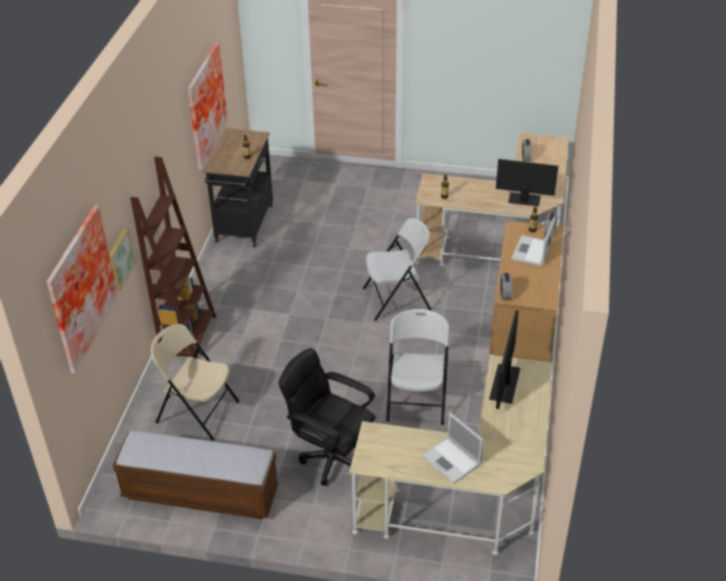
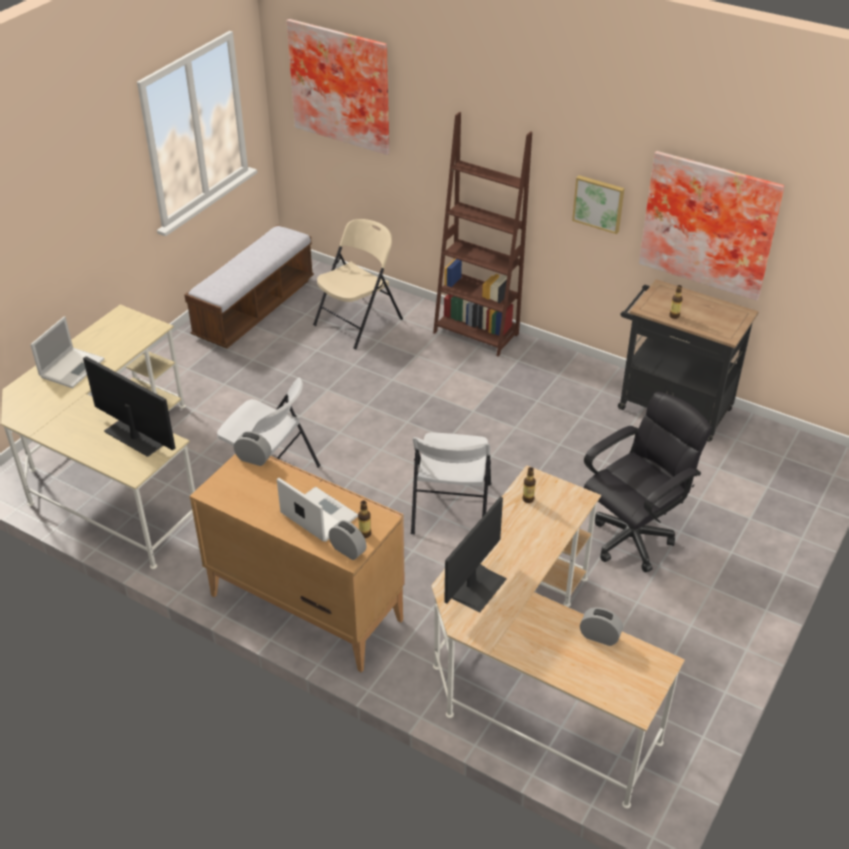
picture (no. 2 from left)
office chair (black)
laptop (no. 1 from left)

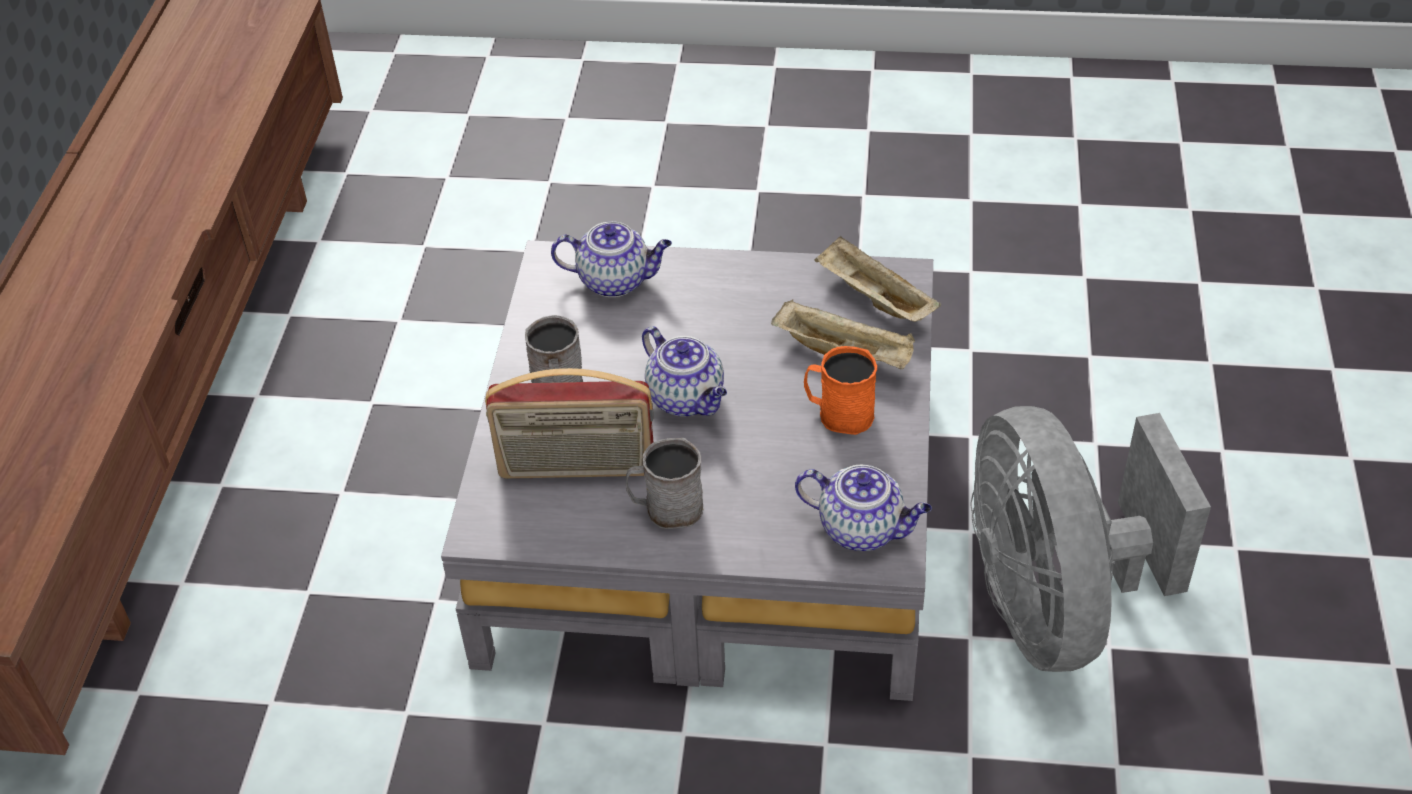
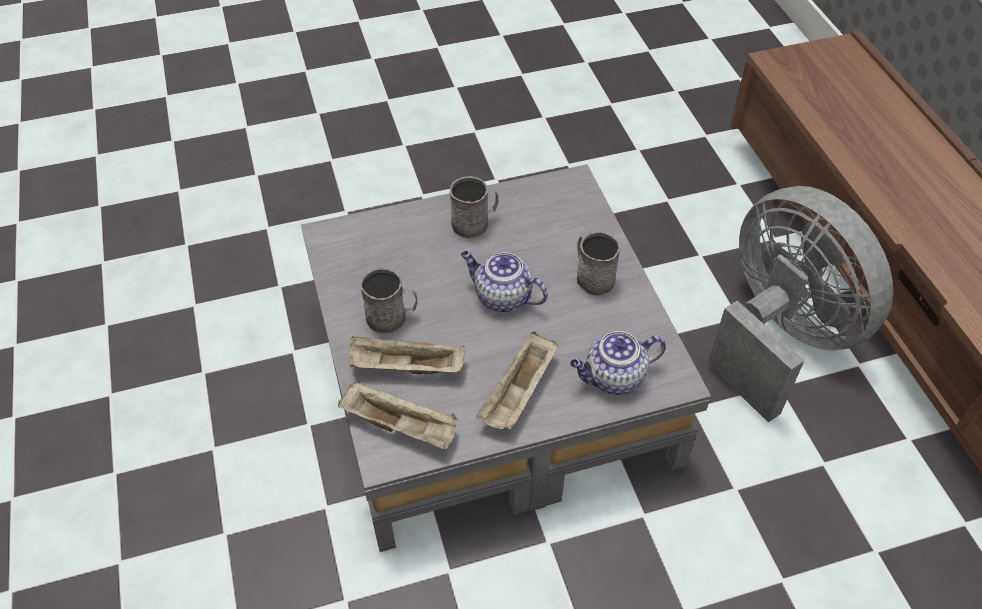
radio
teapot (no. 3 from left in the first image)
mug (grey) (no. 1 from left)
fan (grey)
tray (beige) (no. 3 from left)

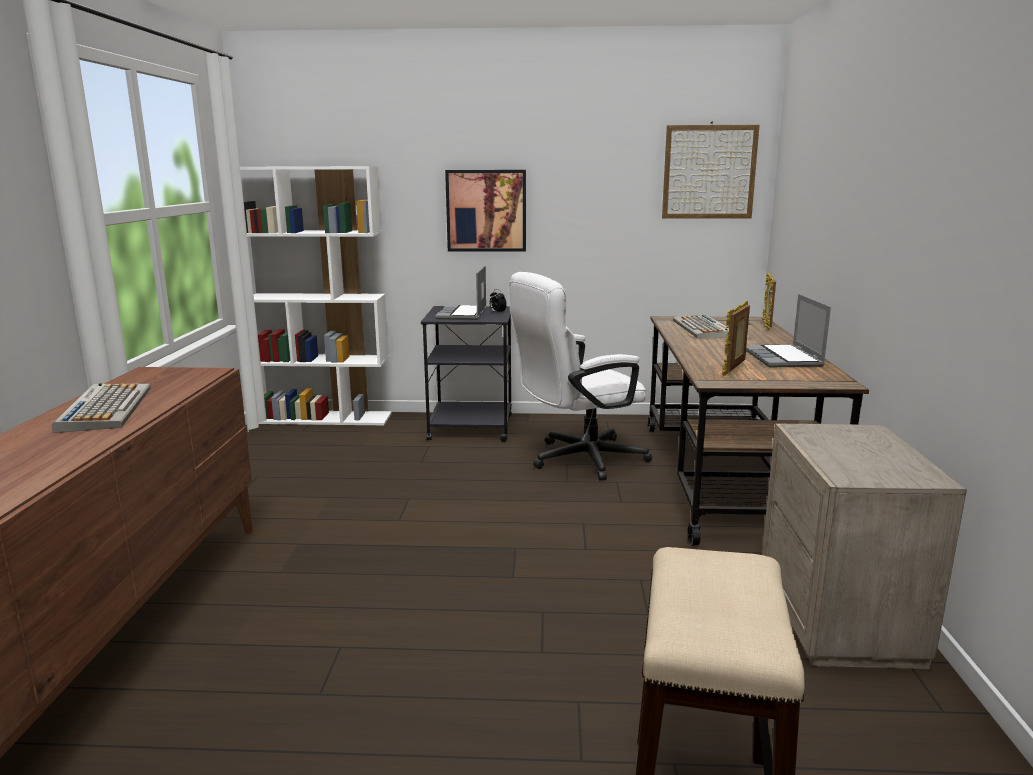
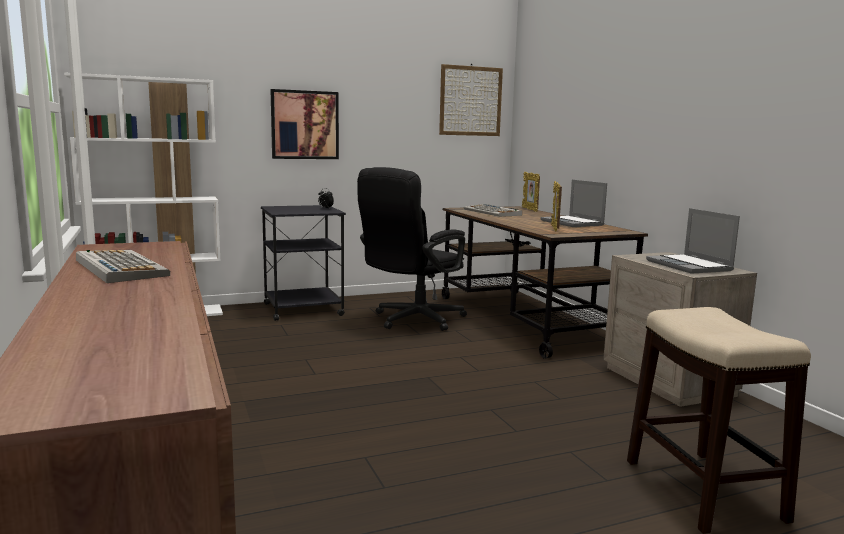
laptop (no. 2 from left)
office chair (black)

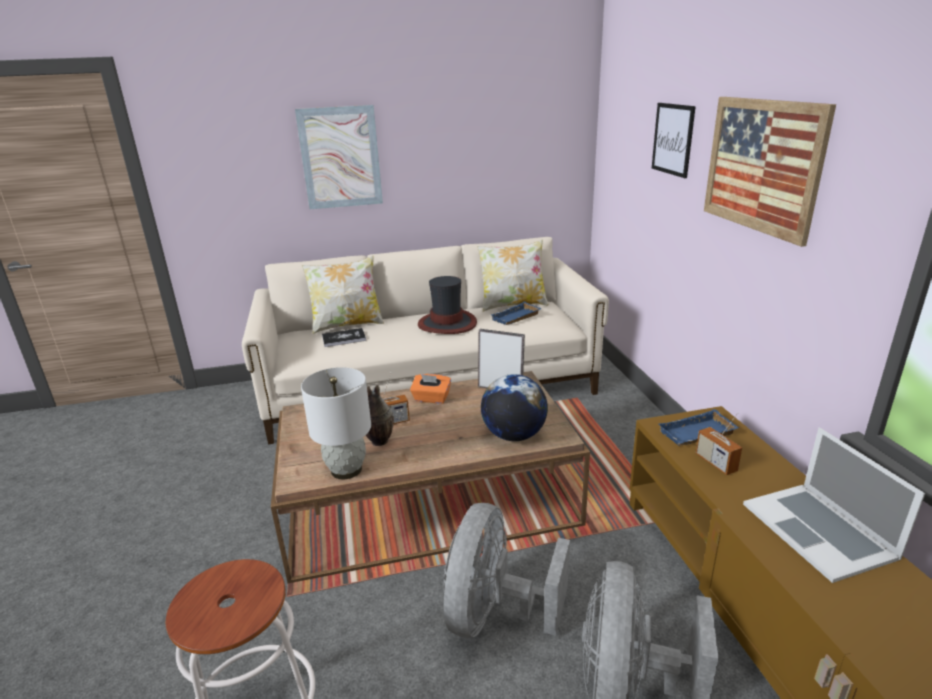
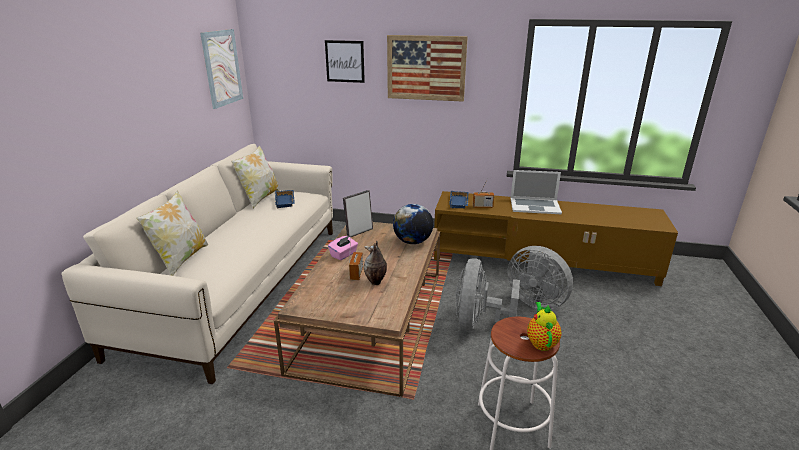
picture (no. 1 from left)
table lamp (white)
book
tissue box (pink)
hat
fan (grey) (no. 1 from left)
teapot

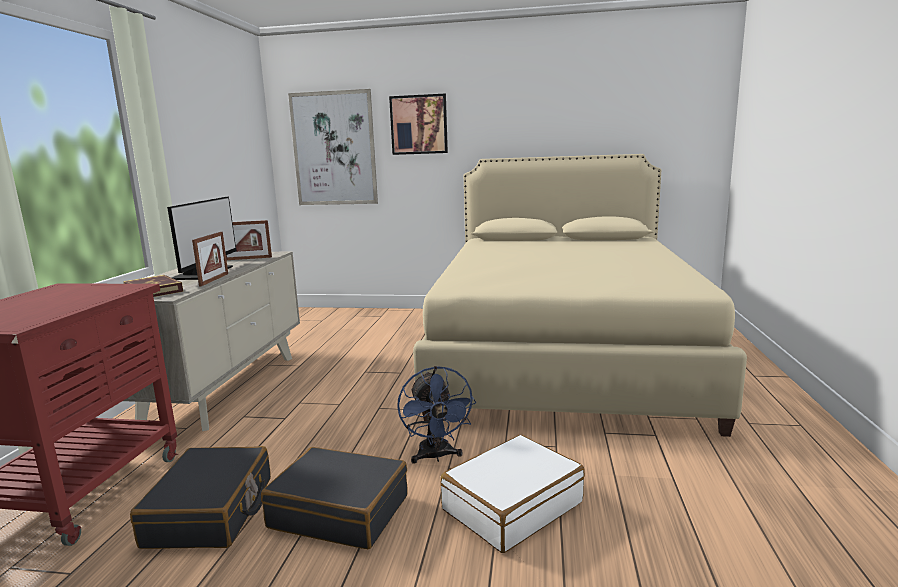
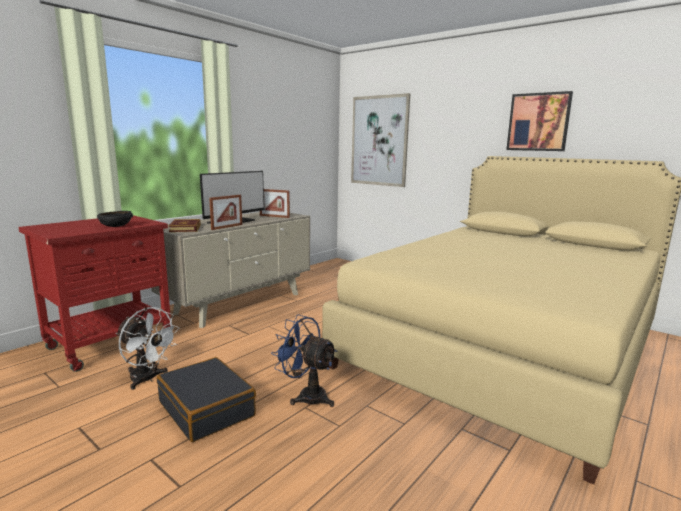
fan (white)
picture (no. 2 from left)
fan (blue)
suitcase (white)
bowl (black)

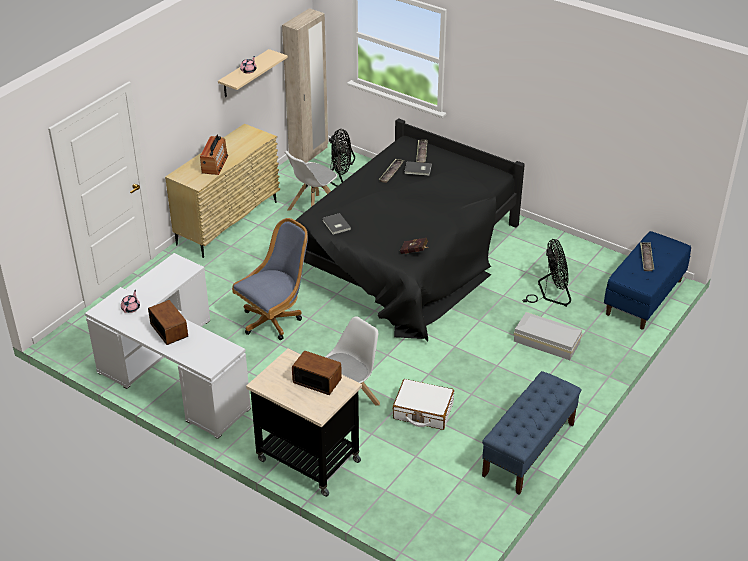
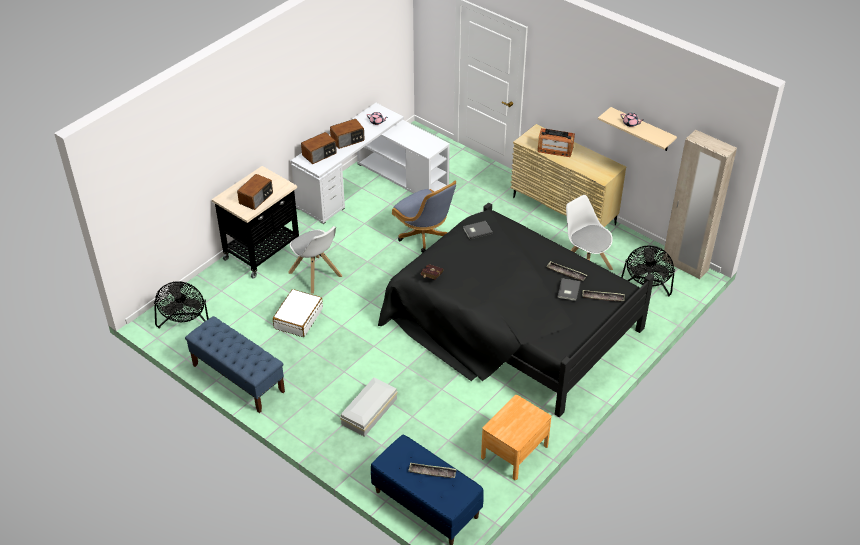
fan (black) (no. 1 from left)
radio (no. 2 from left)
nightstand (brown)

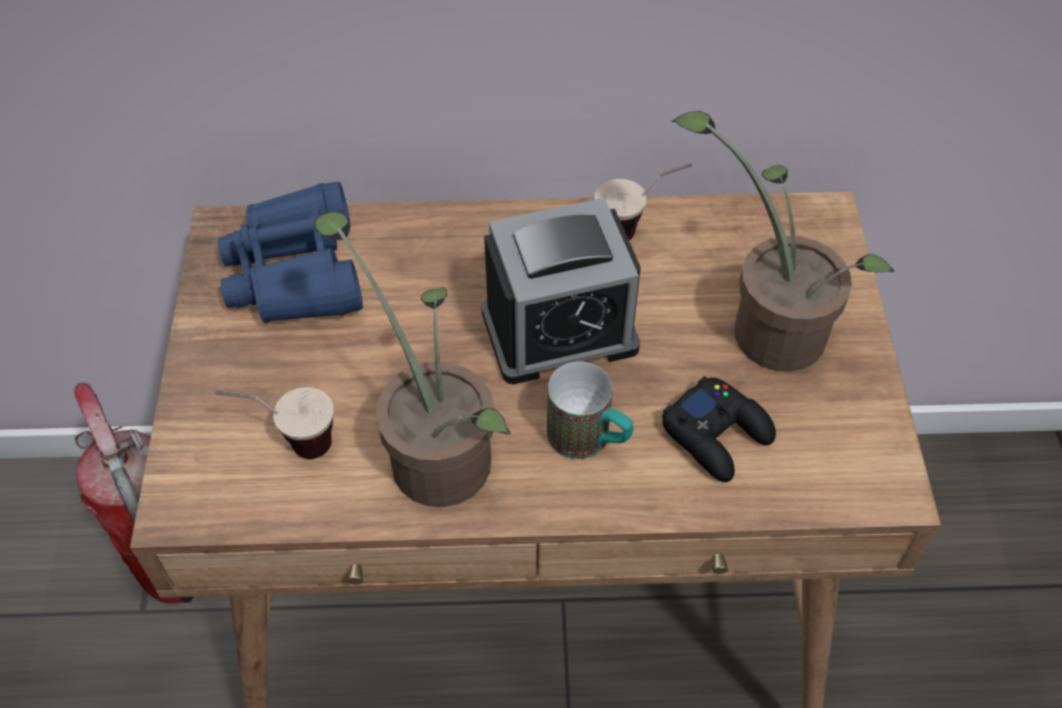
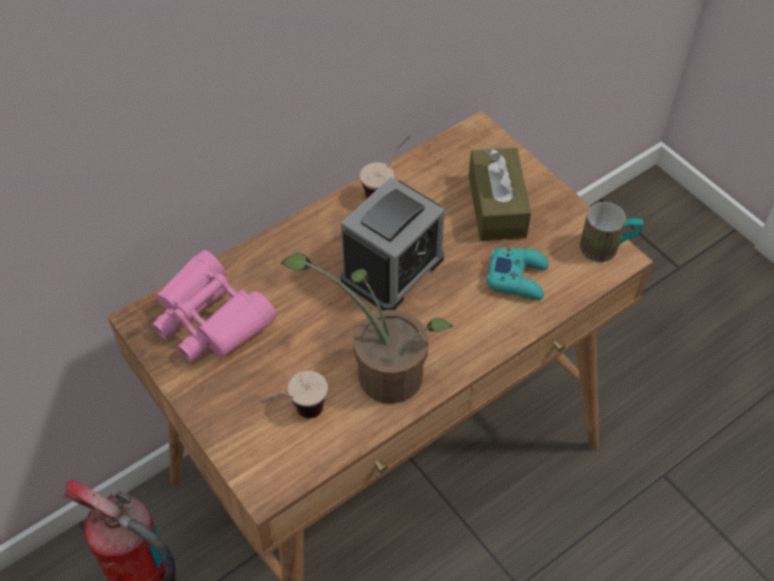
binoculars (pink)
mug
game controller (turquoise)
tissue box (brown)

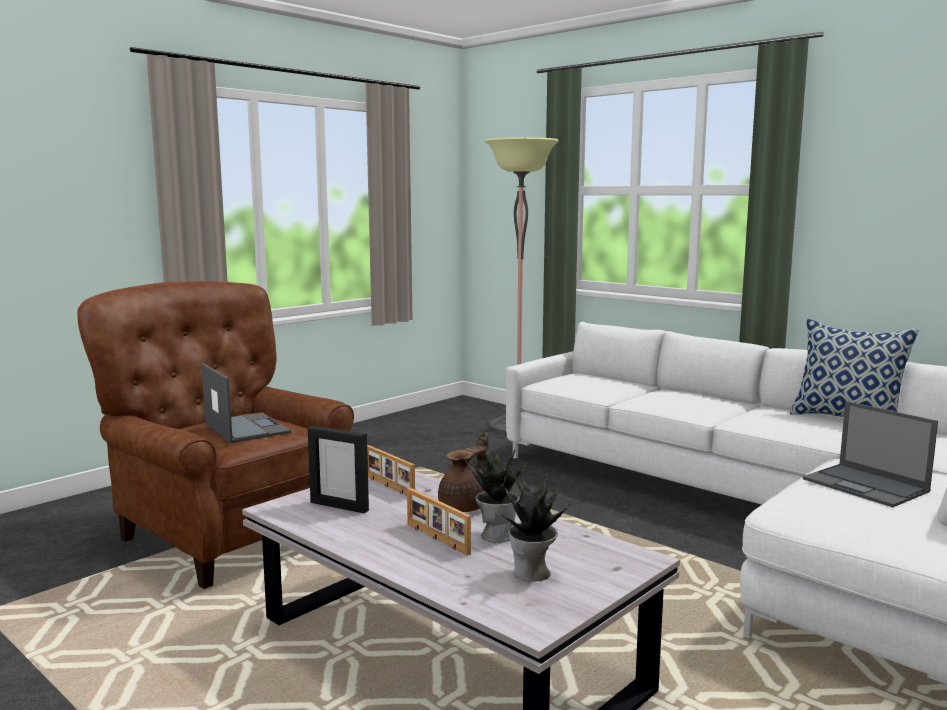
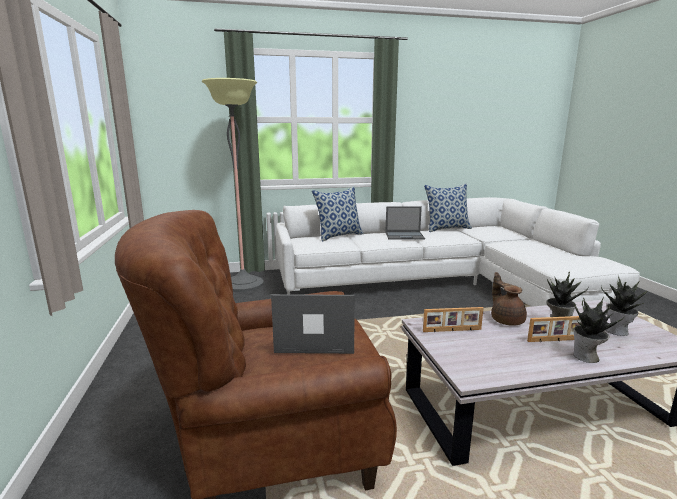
picture frame (no. 1 from left in the first image)
laptop (no. 2 from left)
pillow (no. 1 from left)
potted plant (no. 2 from left)

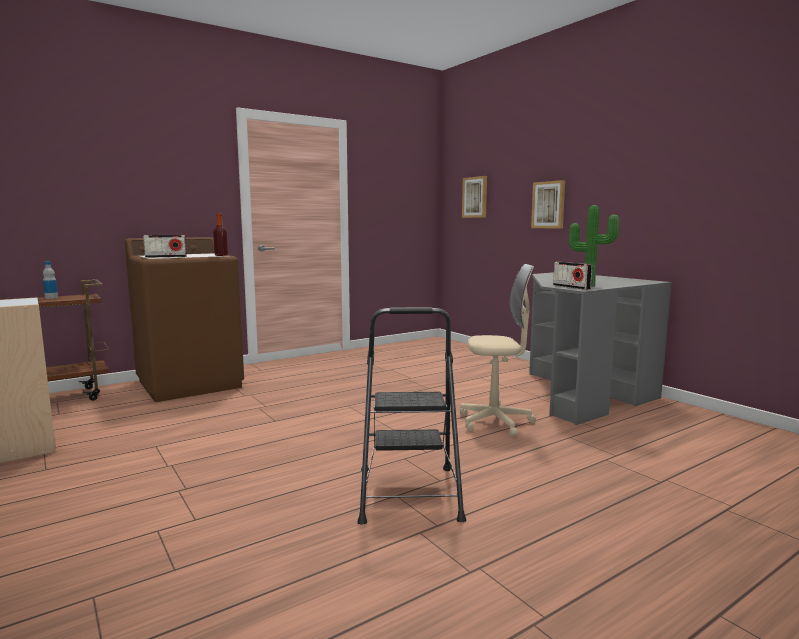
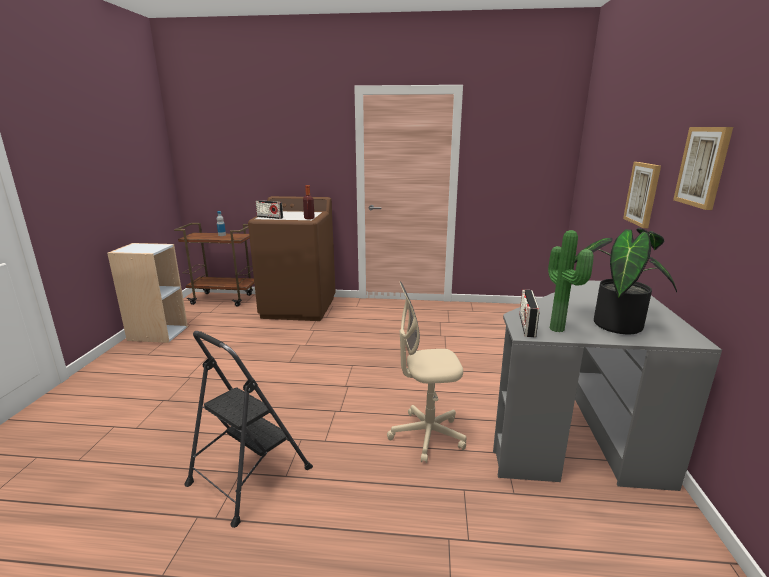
office chair (beige)
picture (no. 2 from left)
potted plant (no. 2 from left)

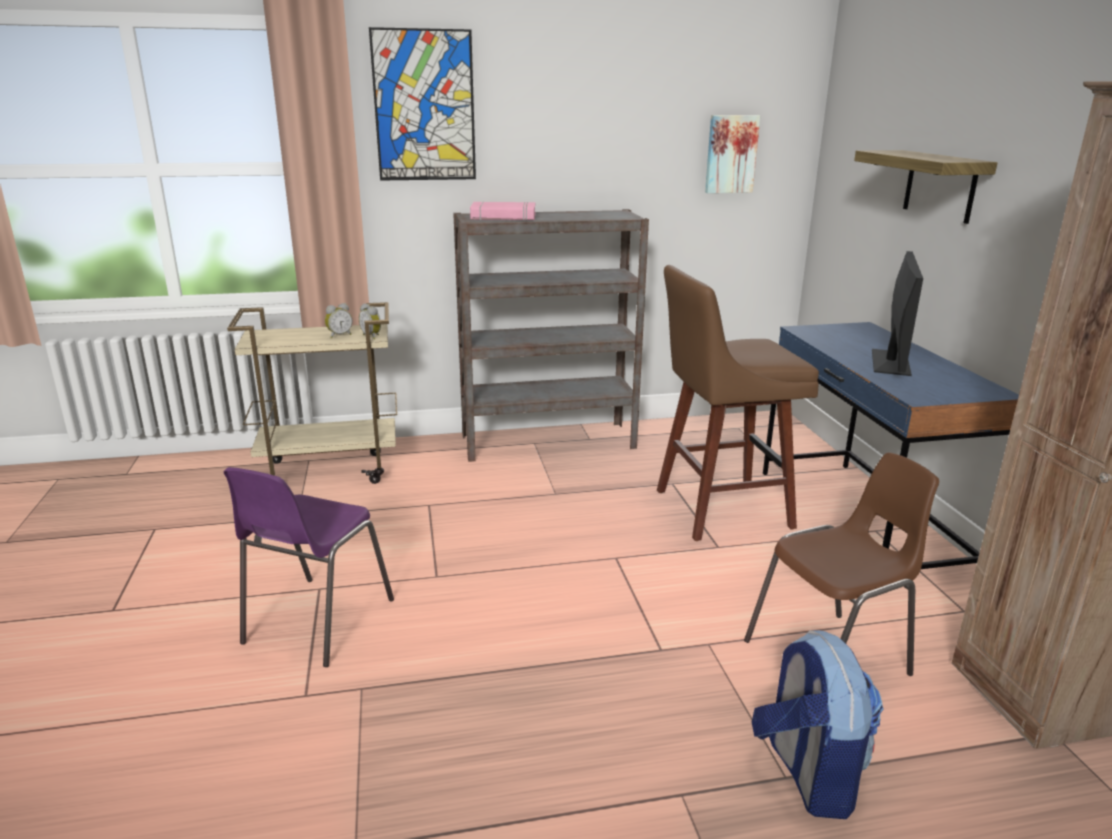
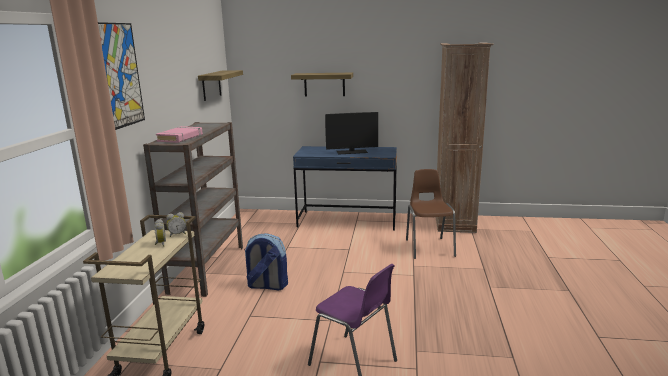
stool (brown)
shelf (no. 1 from left)
backpack
monitor

